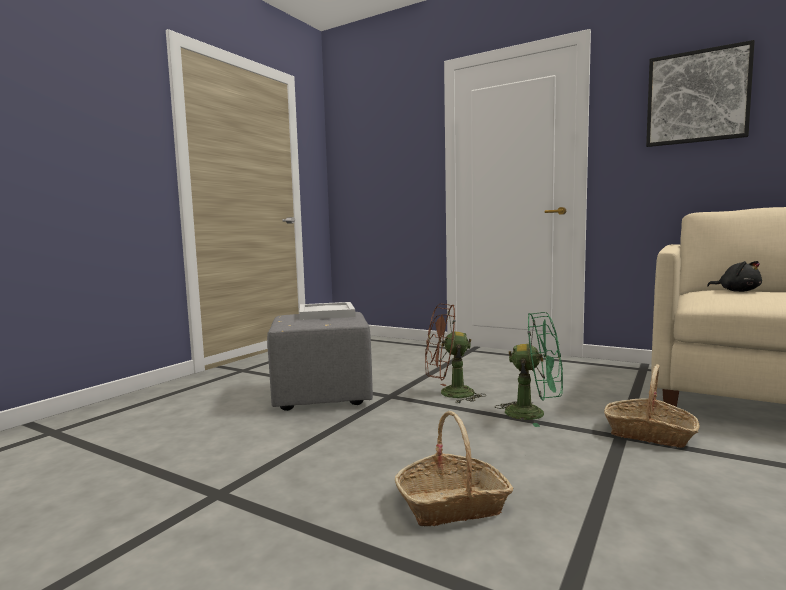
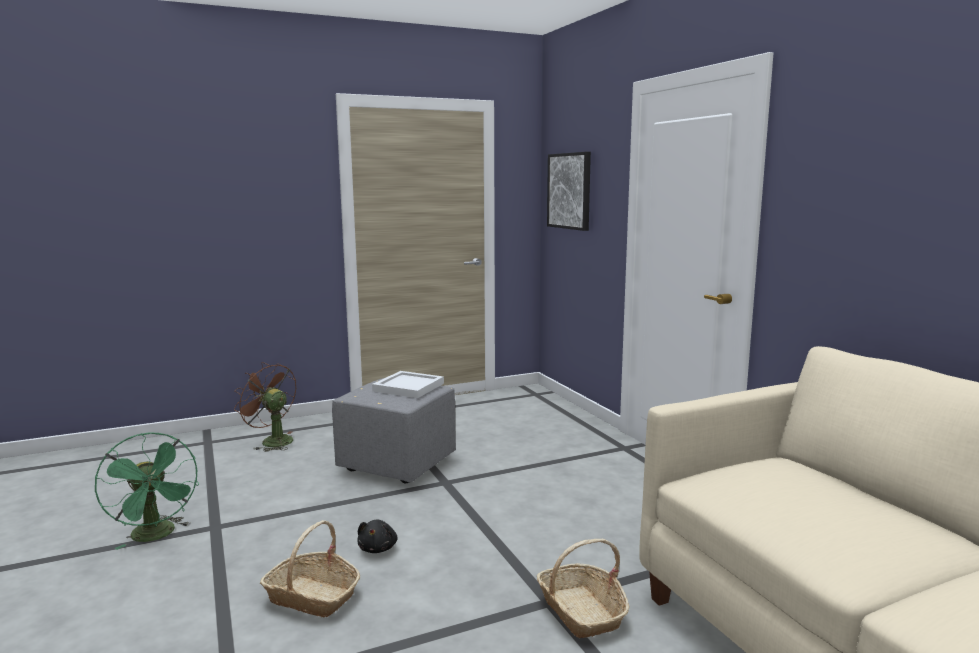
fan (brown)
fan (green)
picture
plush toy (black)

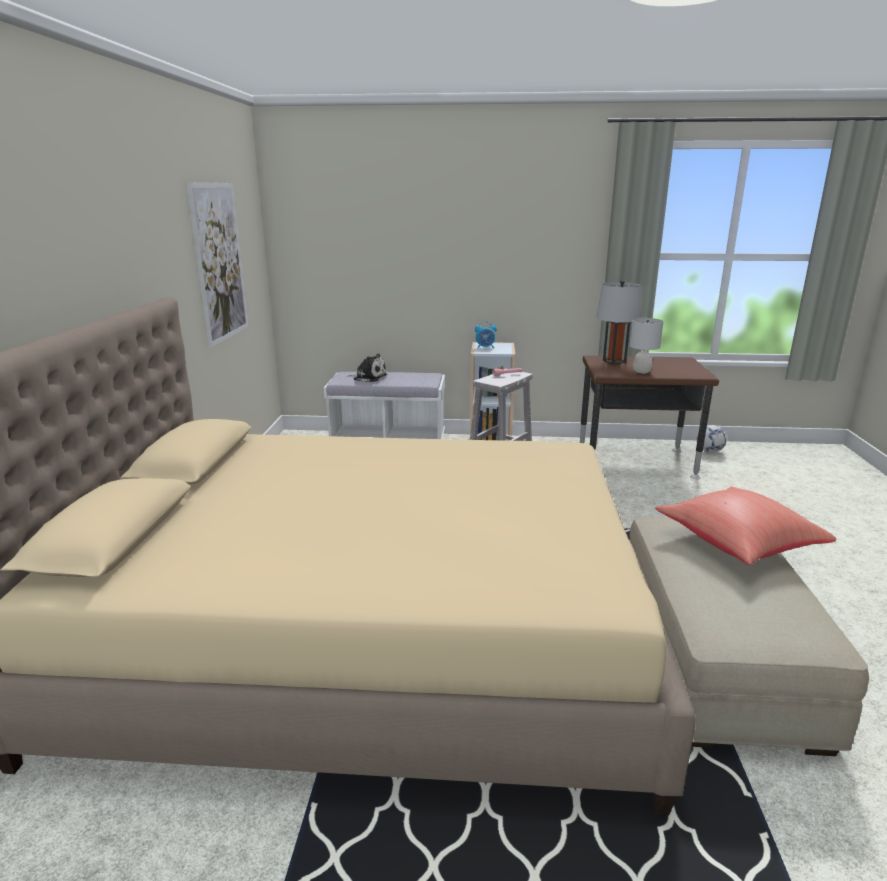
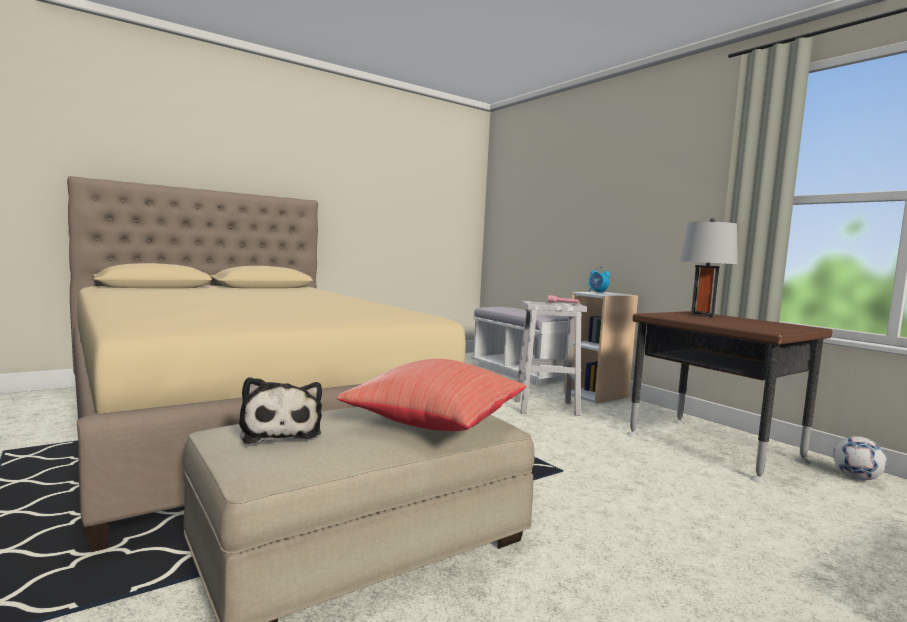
picture
plush toy
table lamp (grey) (no. 2 from left in the first image)

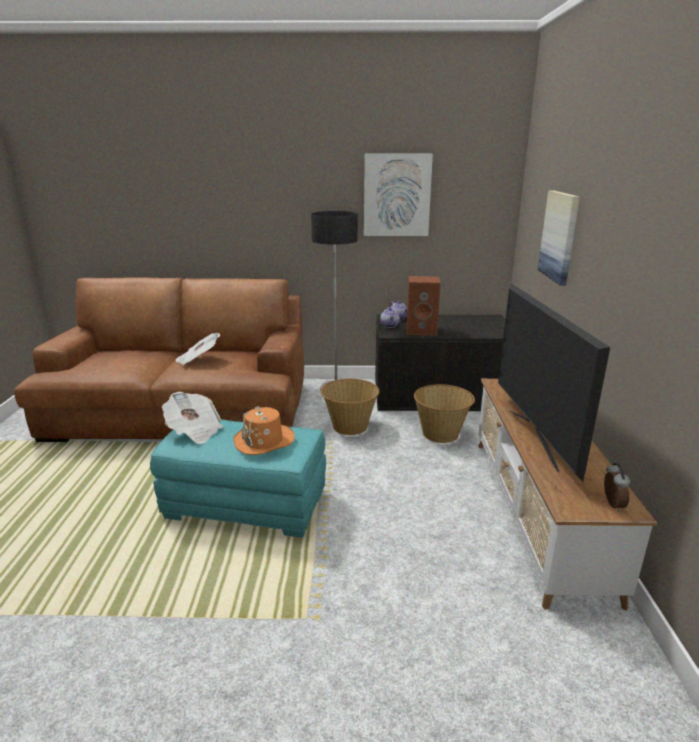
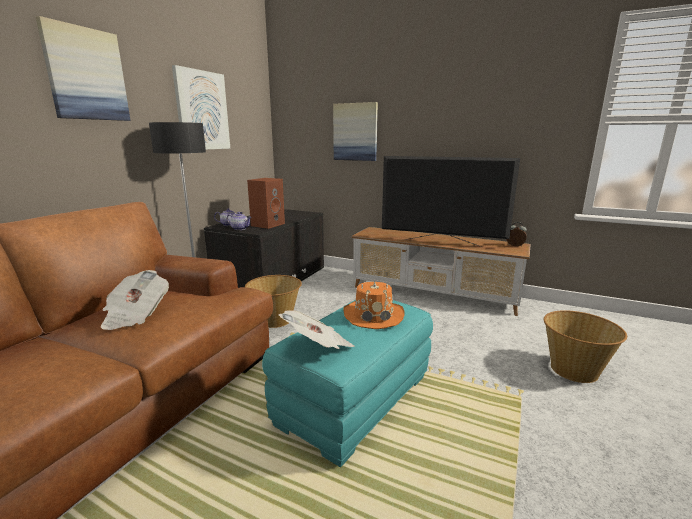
basket (no. 2 from left)
picture (no. 1 from left)

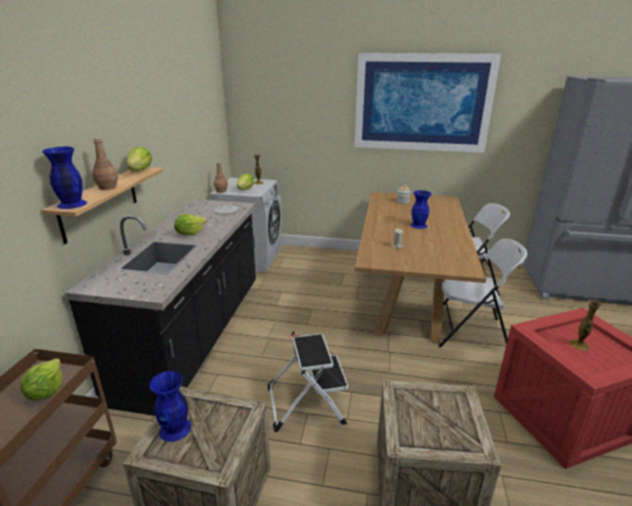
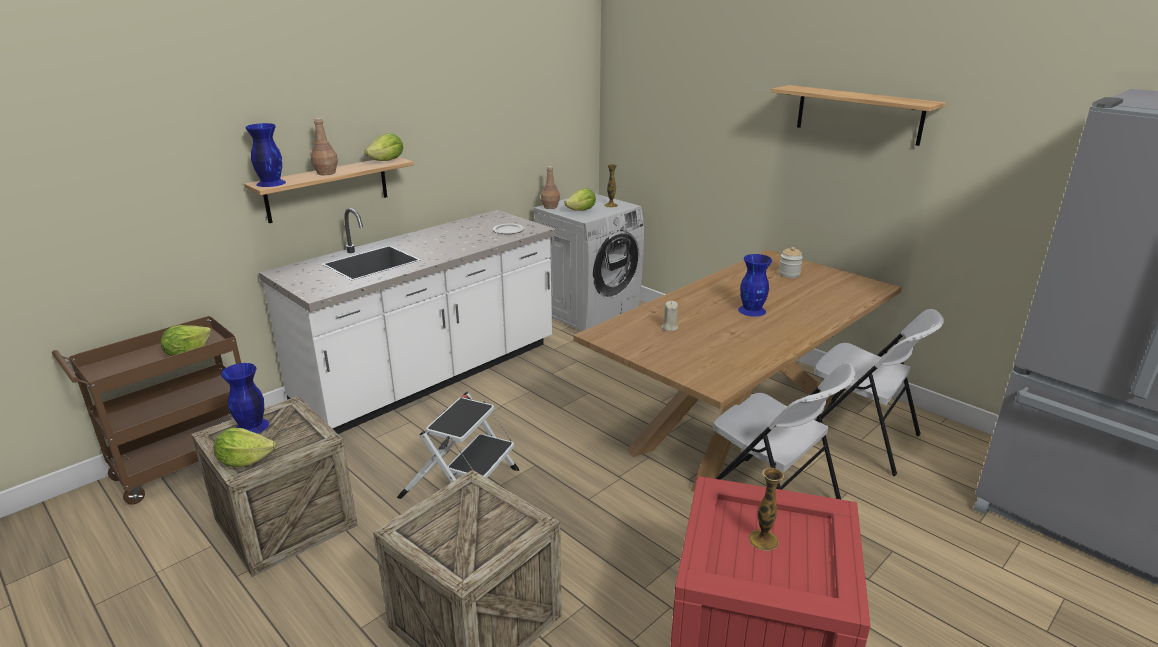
counter (white)
lettuce (no. 2 from left)
shelf (no. 2 from left)

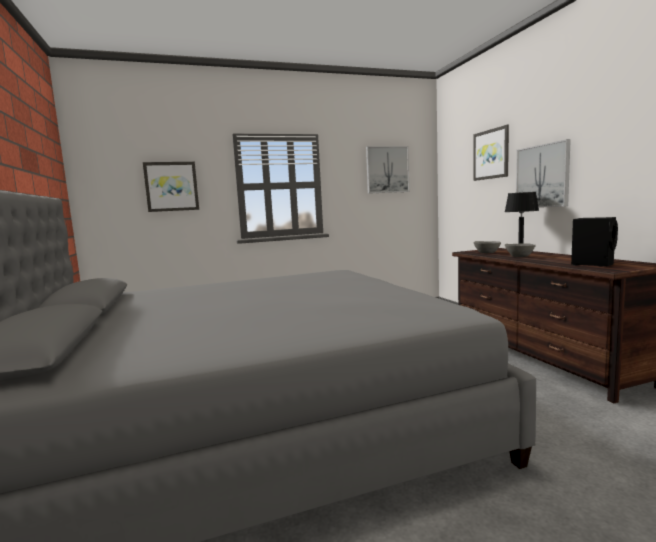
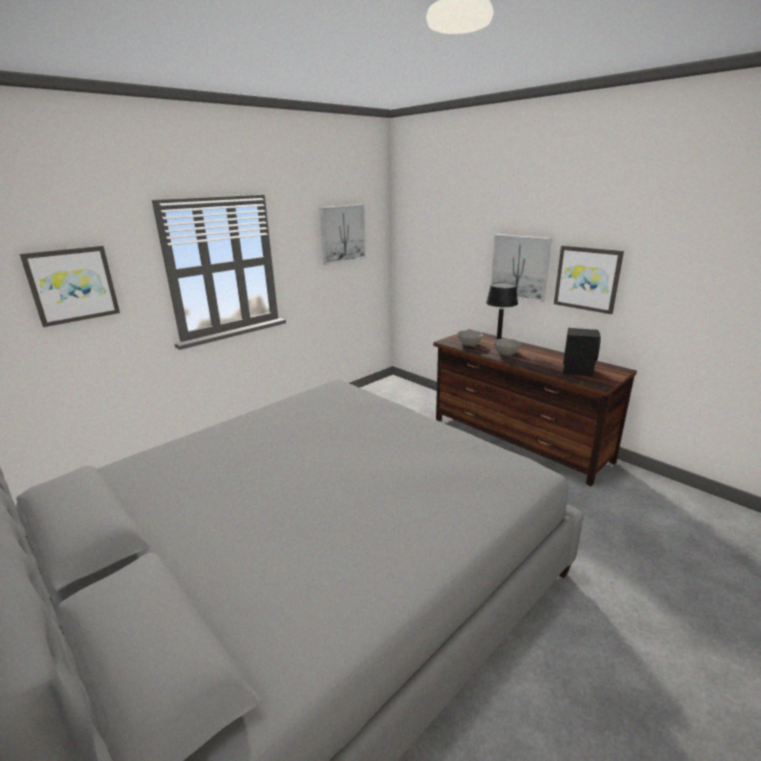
picture (no. 4 from left)

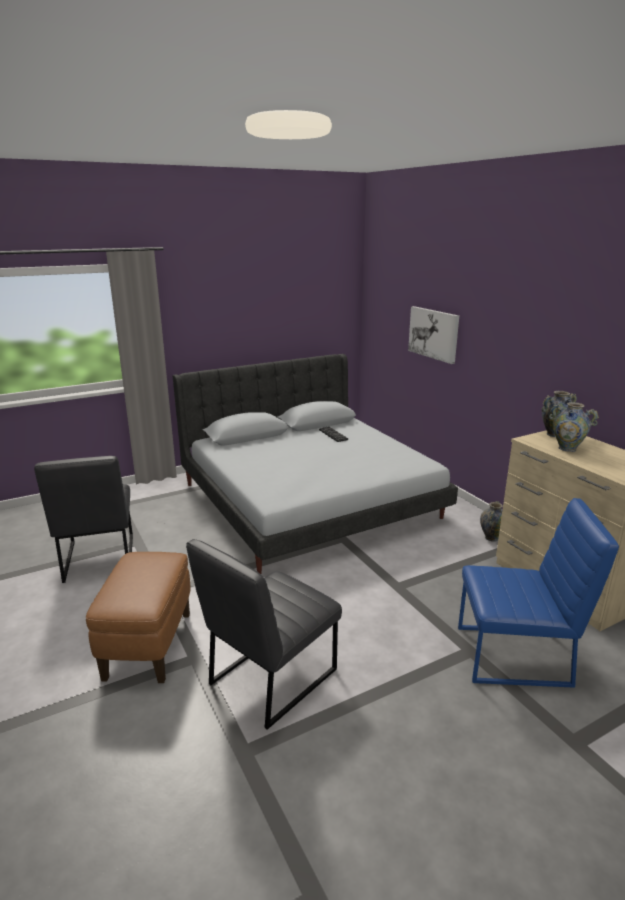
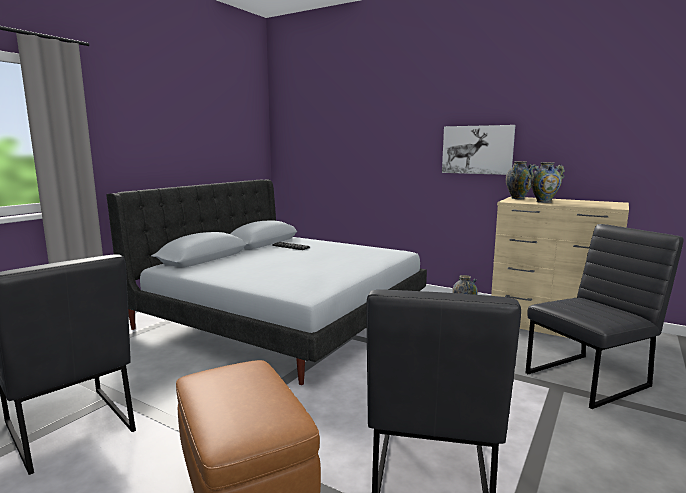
picture
chair (grey) (no. 3 from left)

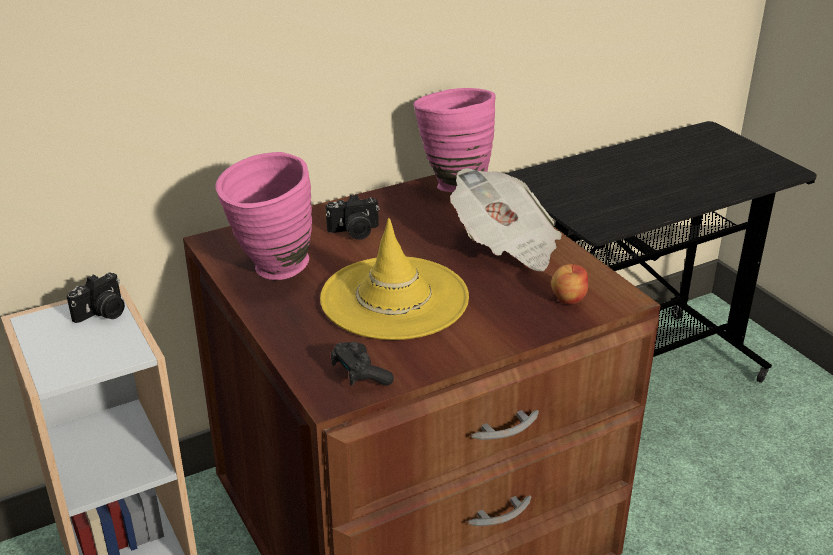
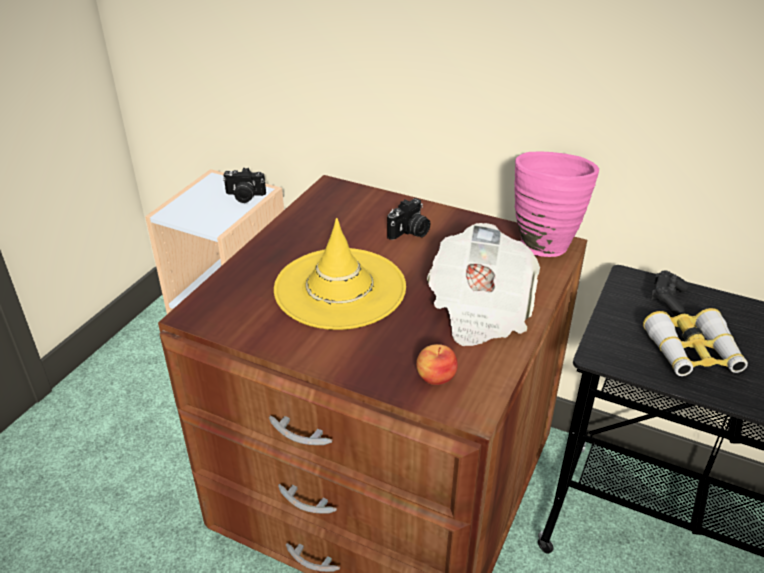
vase (pink) (no. 1 from left in the first image)
photo camera (no. 2 from left)
game controller (black)
binoculars

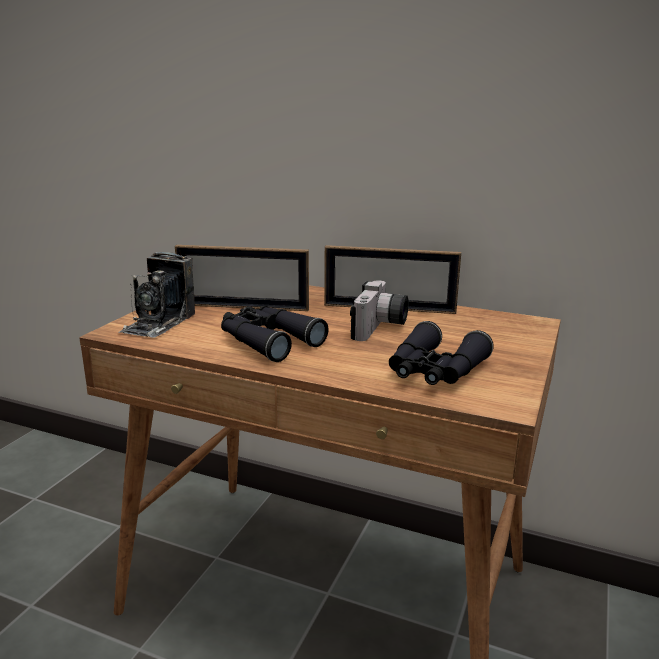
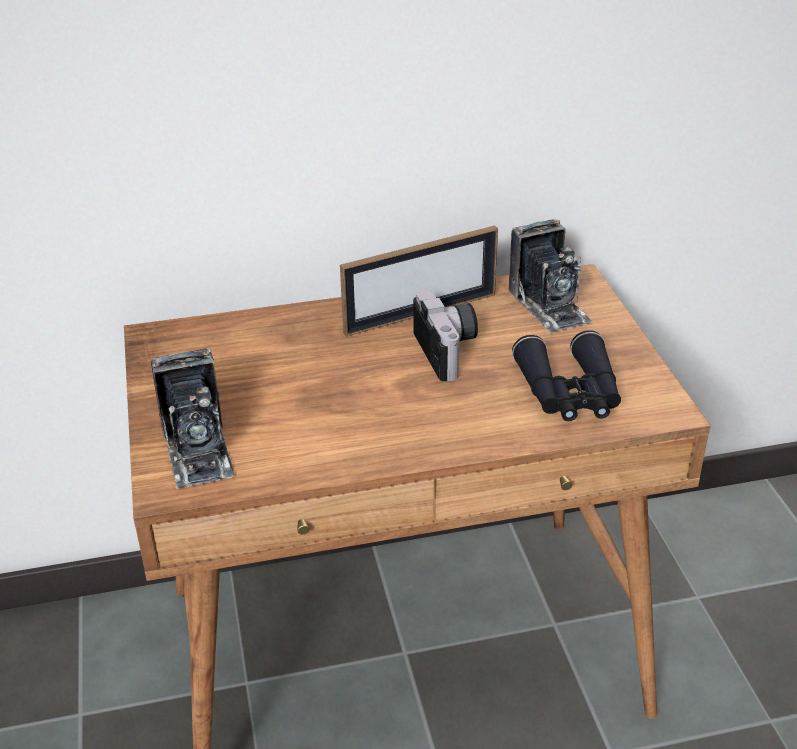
picture frame (no. 1 from left in the first image)
binoculars (black) (no. 1 from left in the first image)
photo camera (no. 3 from left)

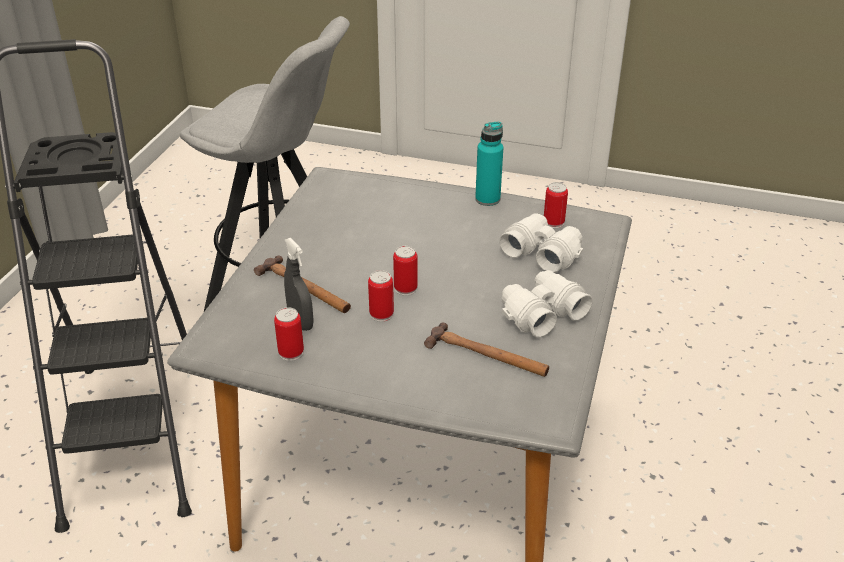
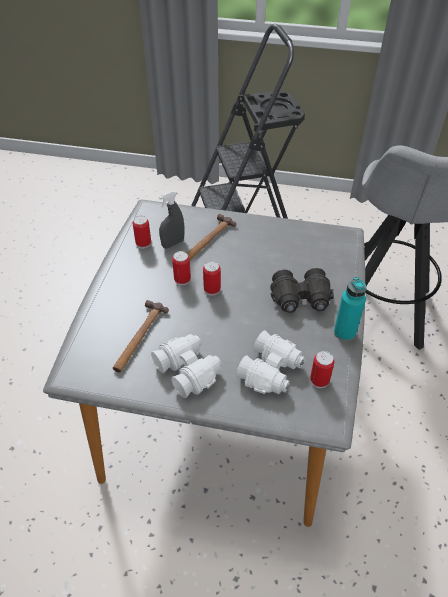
binoculars (black)

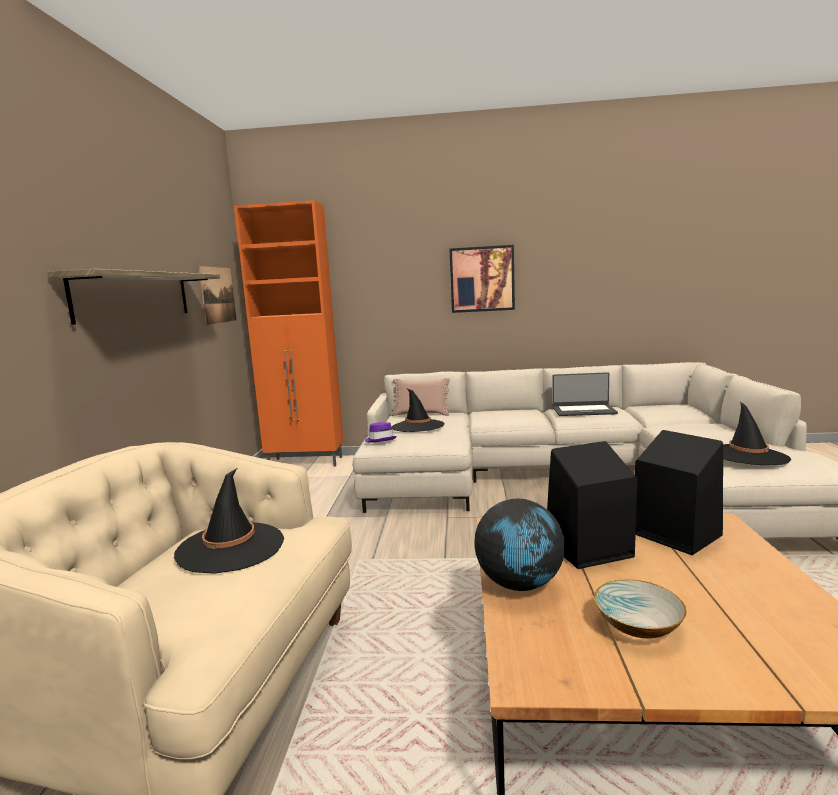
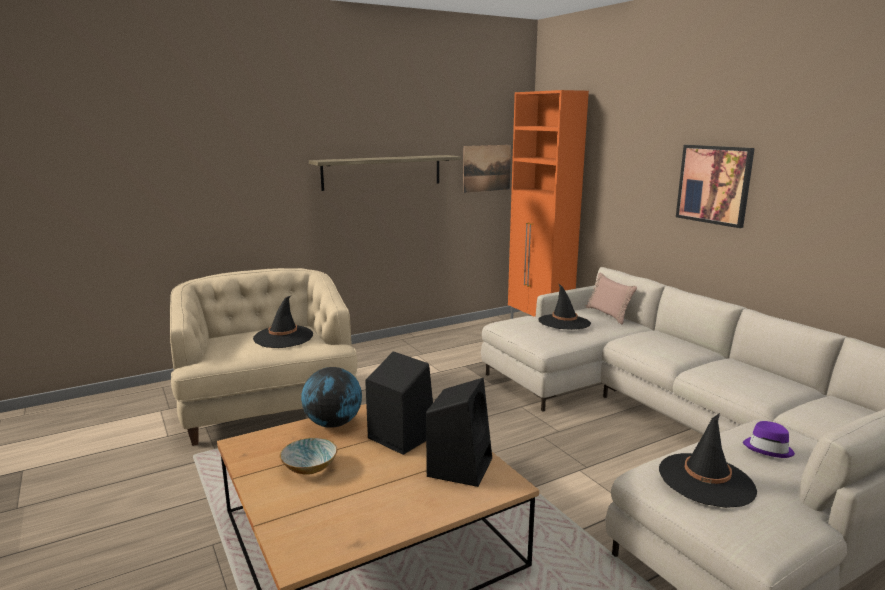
hat (purple)
laptop

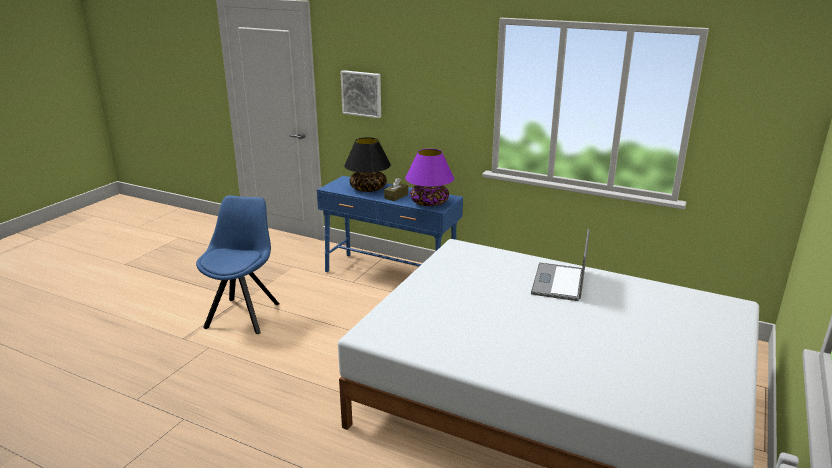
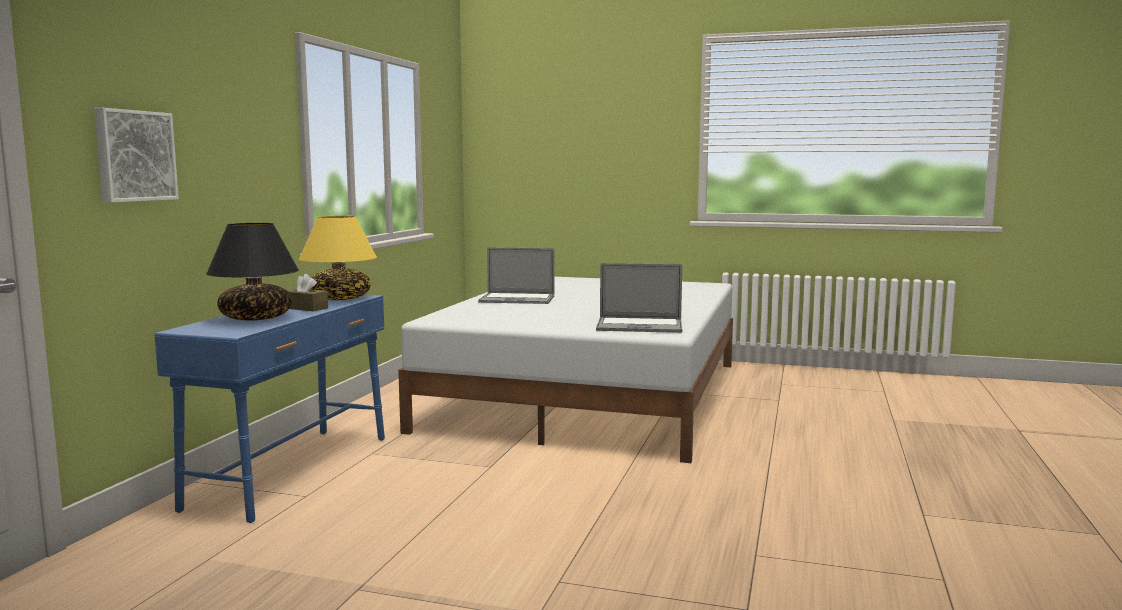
chair (blue)
table lamp (yellow)
laptop (no. 2 from left)

